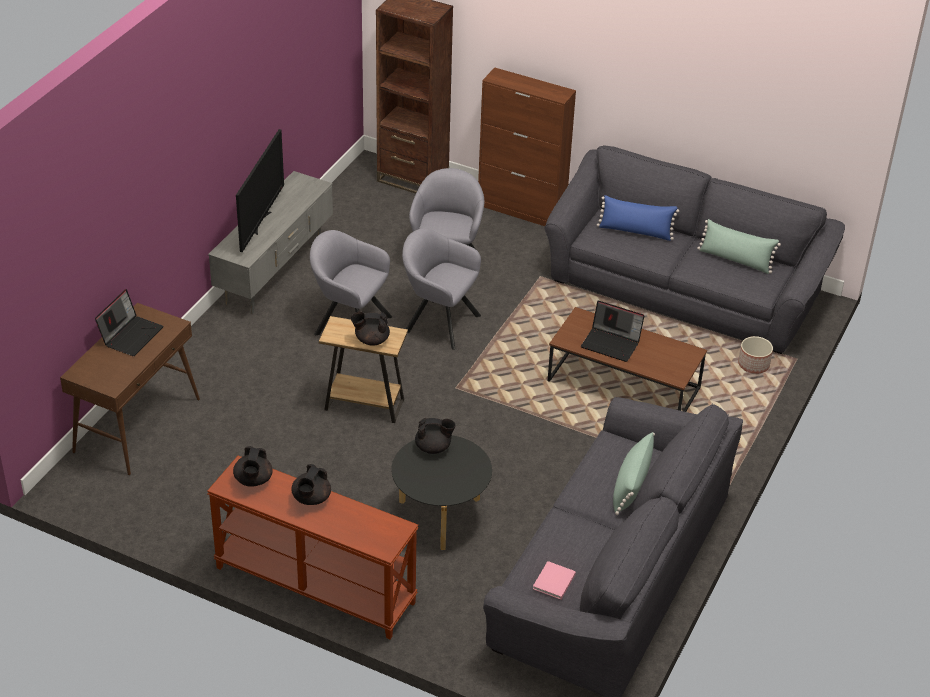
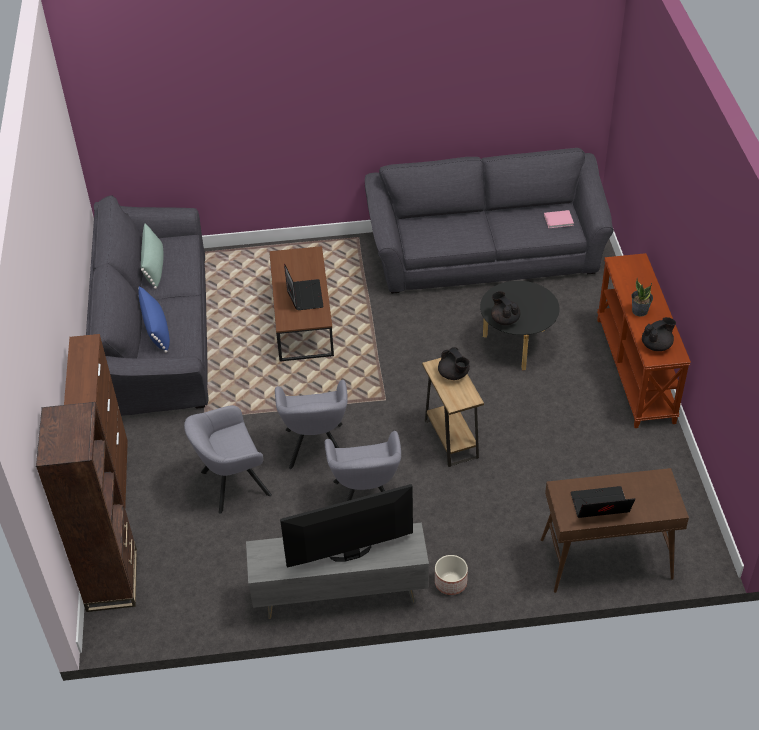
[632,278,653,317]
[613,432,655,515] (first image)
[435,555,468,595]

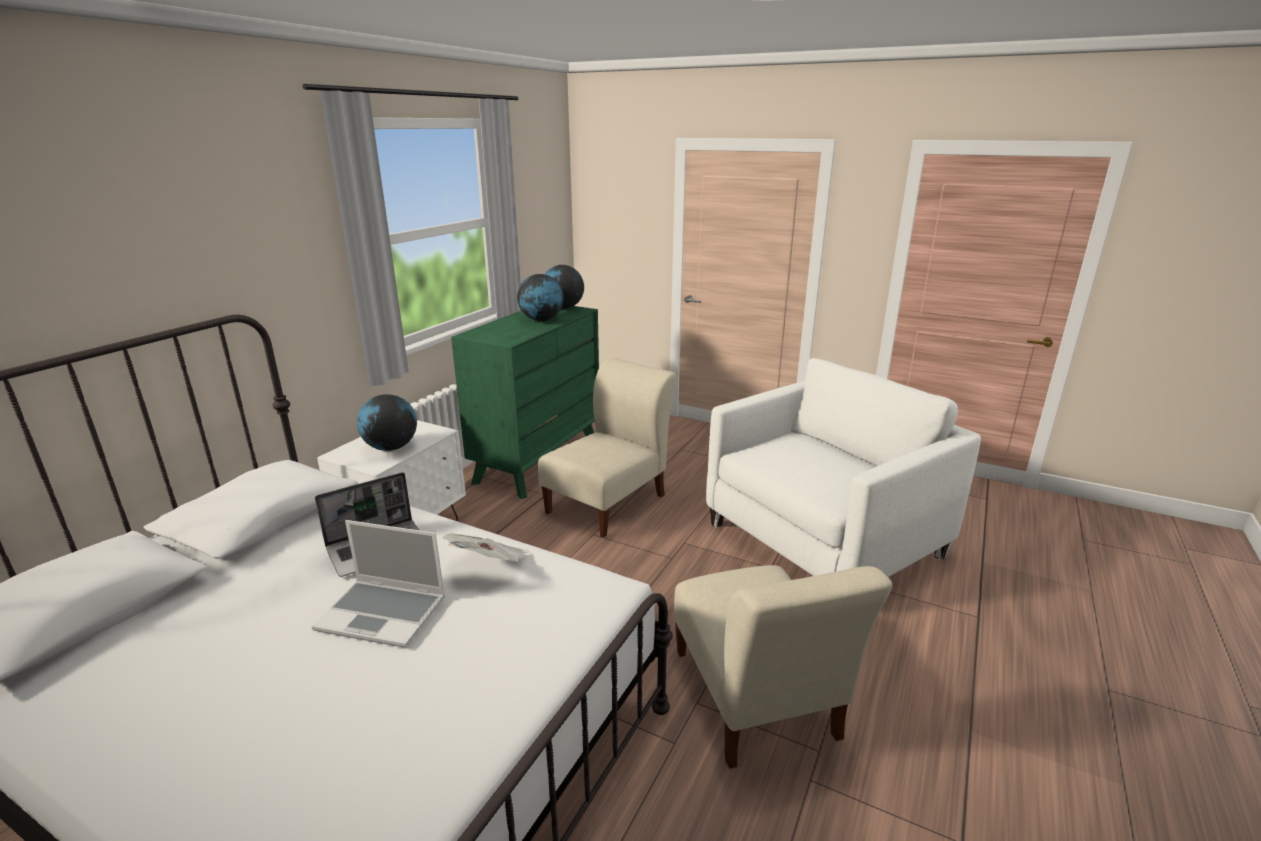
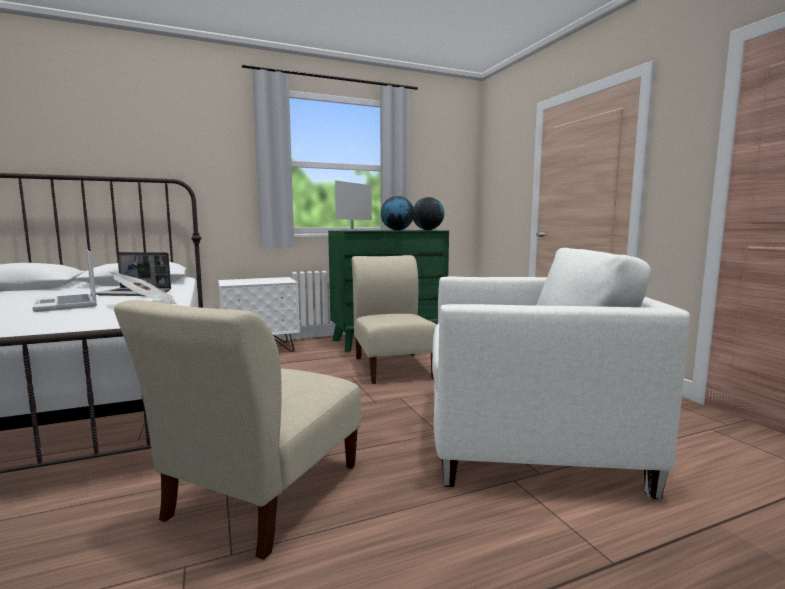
[357,394,417,451] (first image)
[352,255,437,384]
[335,181,372,231]

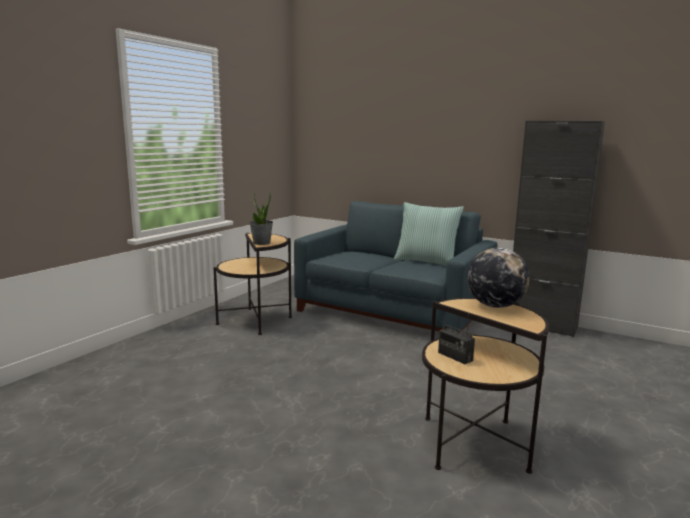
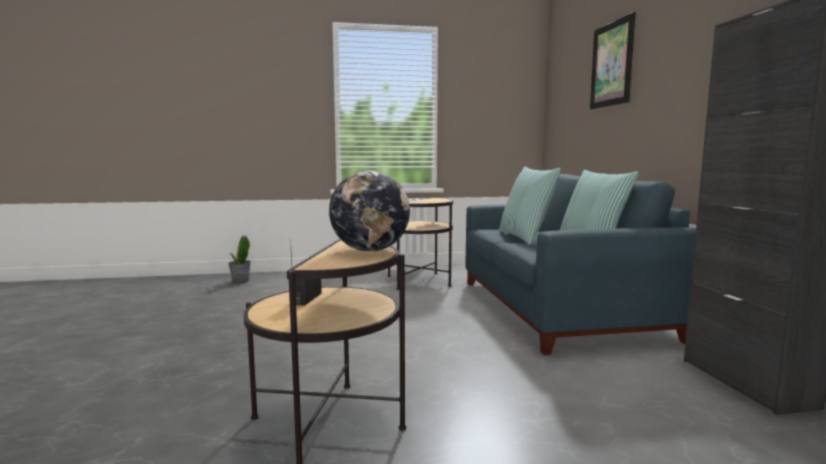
[228,235,251,283]
[499,167,561,245]
[590,12,636,109]

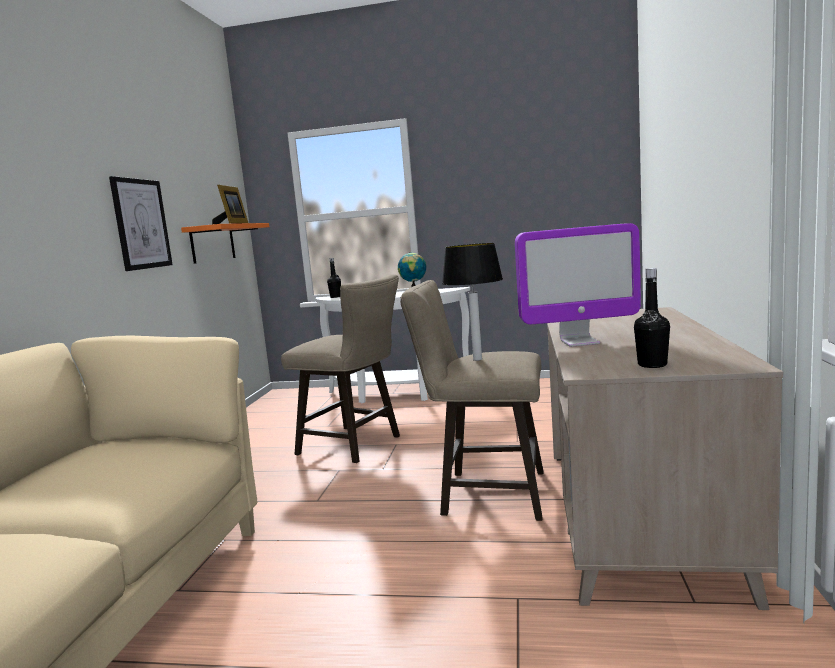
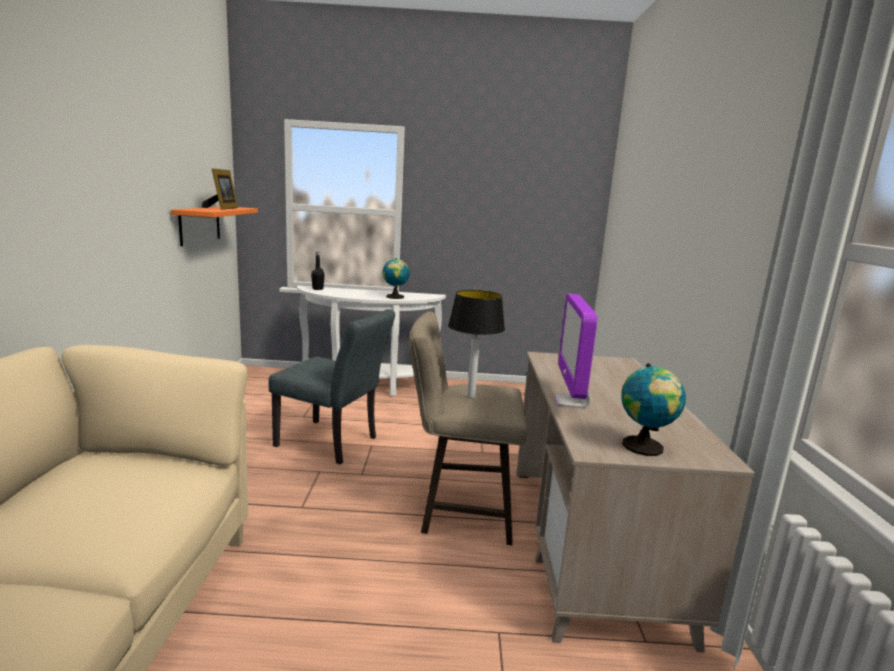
[109,176,173,271] (first image)
[269,309,395,464]
[554,294,597,408]
[621,363,686,456]

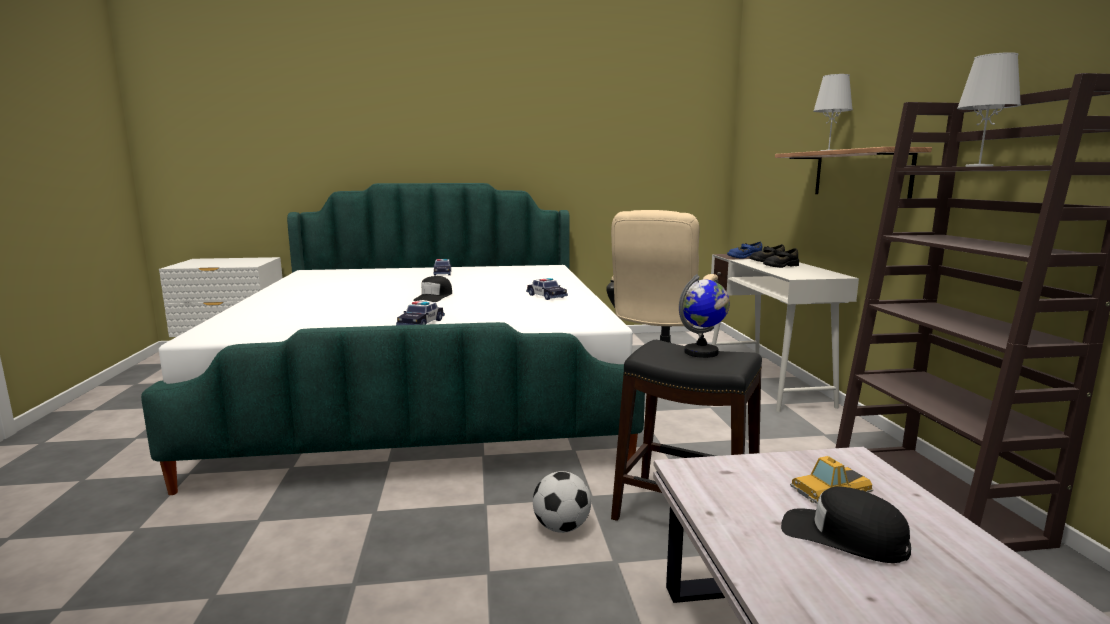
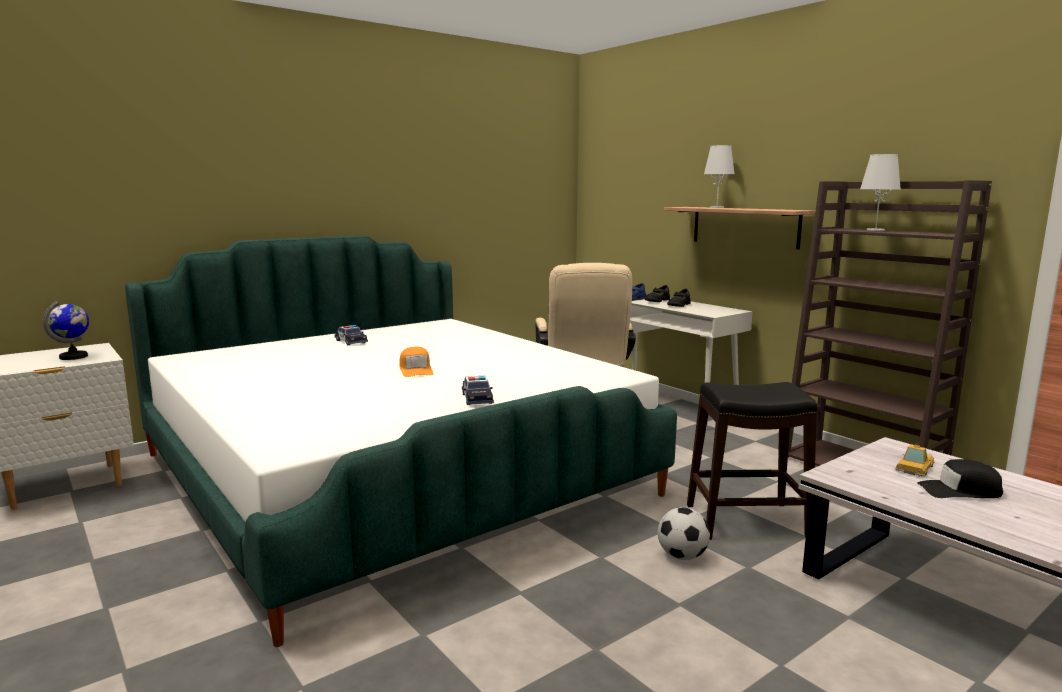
[399,347,434,377]
[526,278,568,300] (first image)
[43,301,89,360]

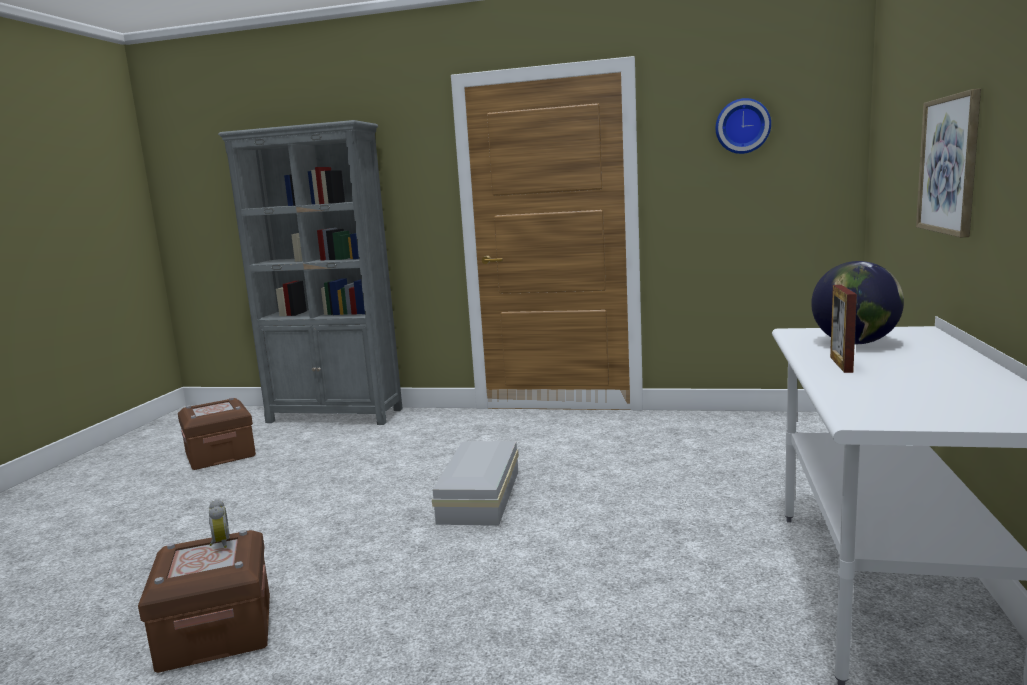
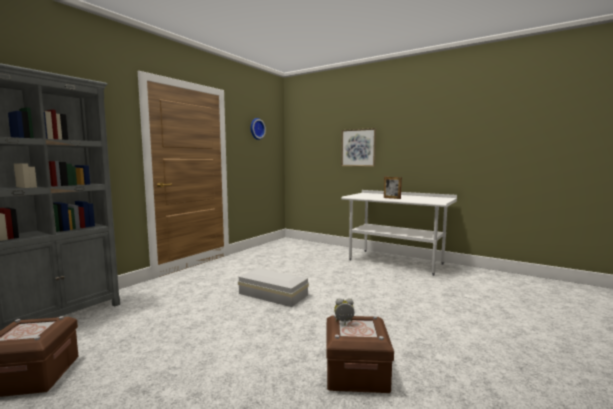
[811,261,904,344] (first image)

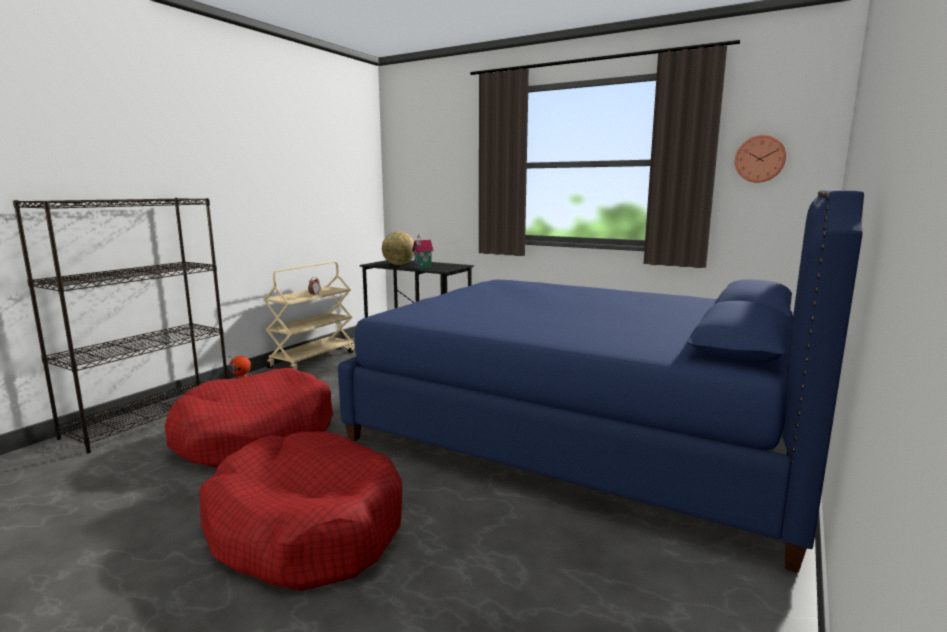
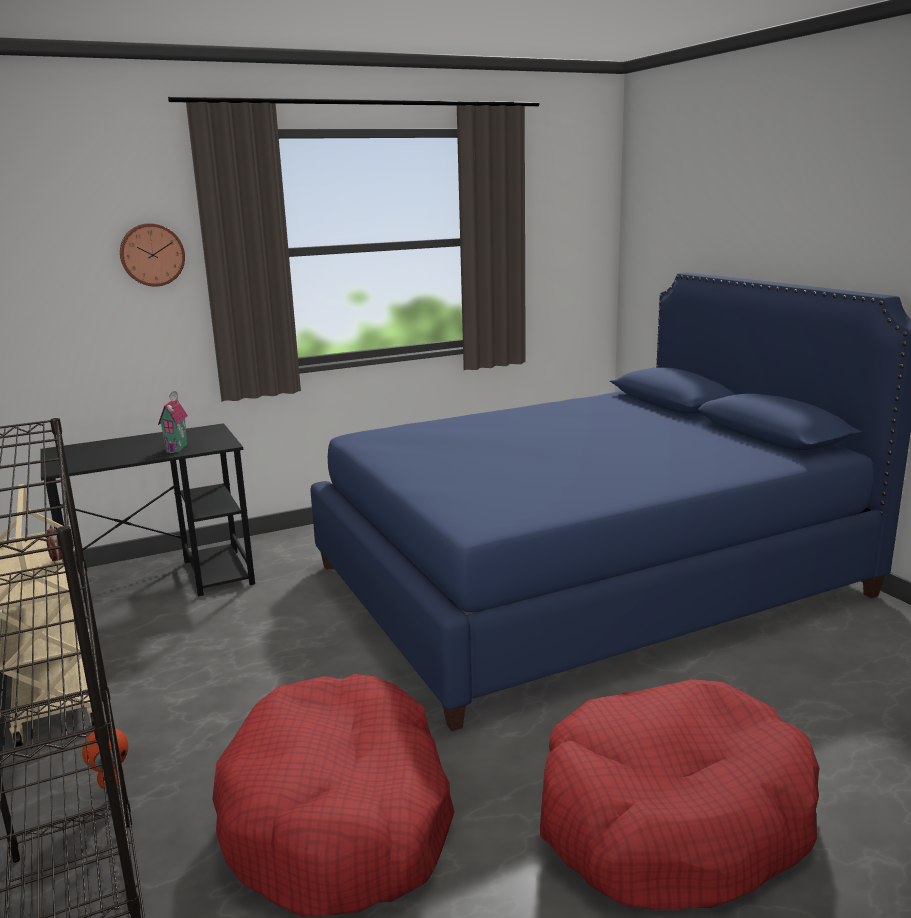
[382,231,414,265] (first image)
[120,223,185,287]

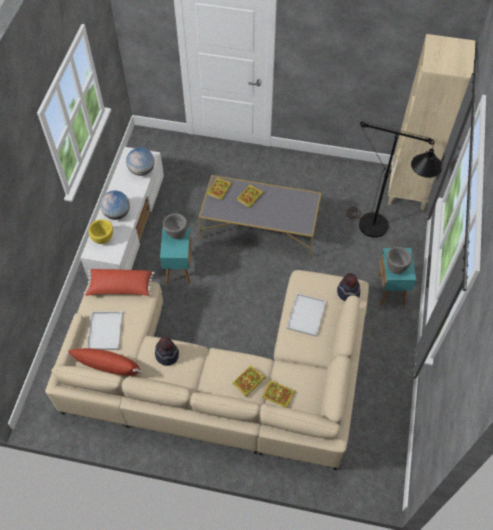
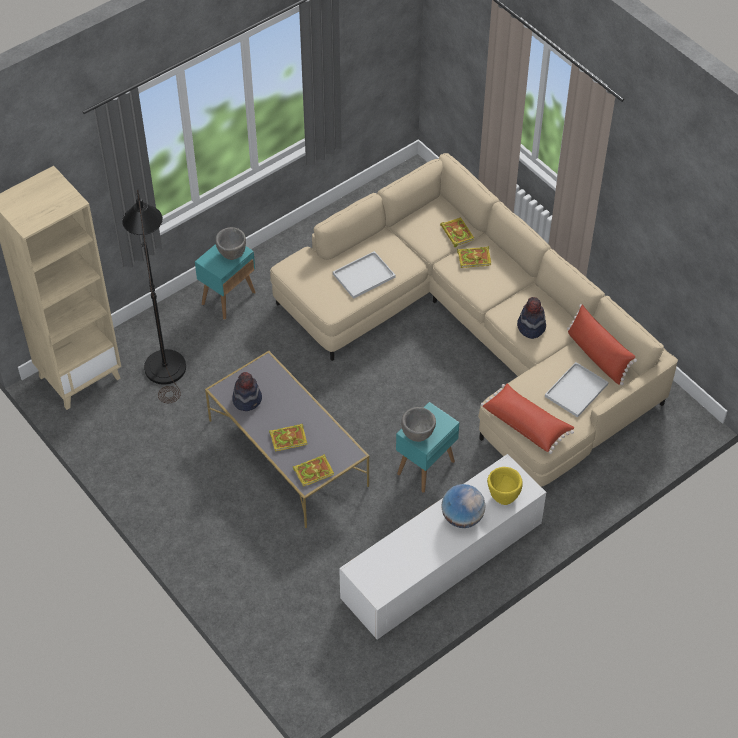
[126,147,154,176] (first image)
[232,372,262,411]

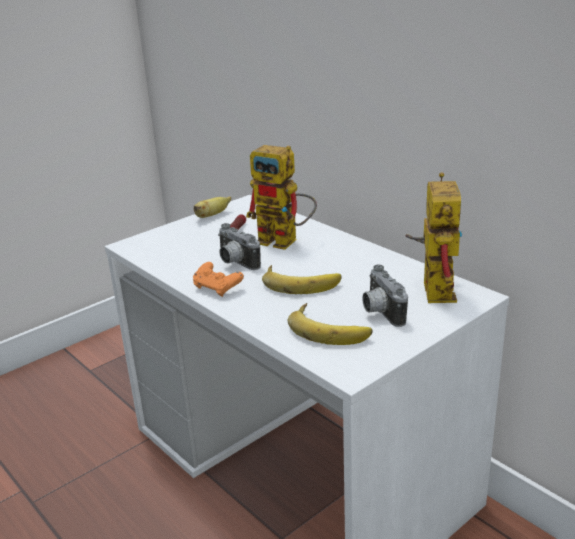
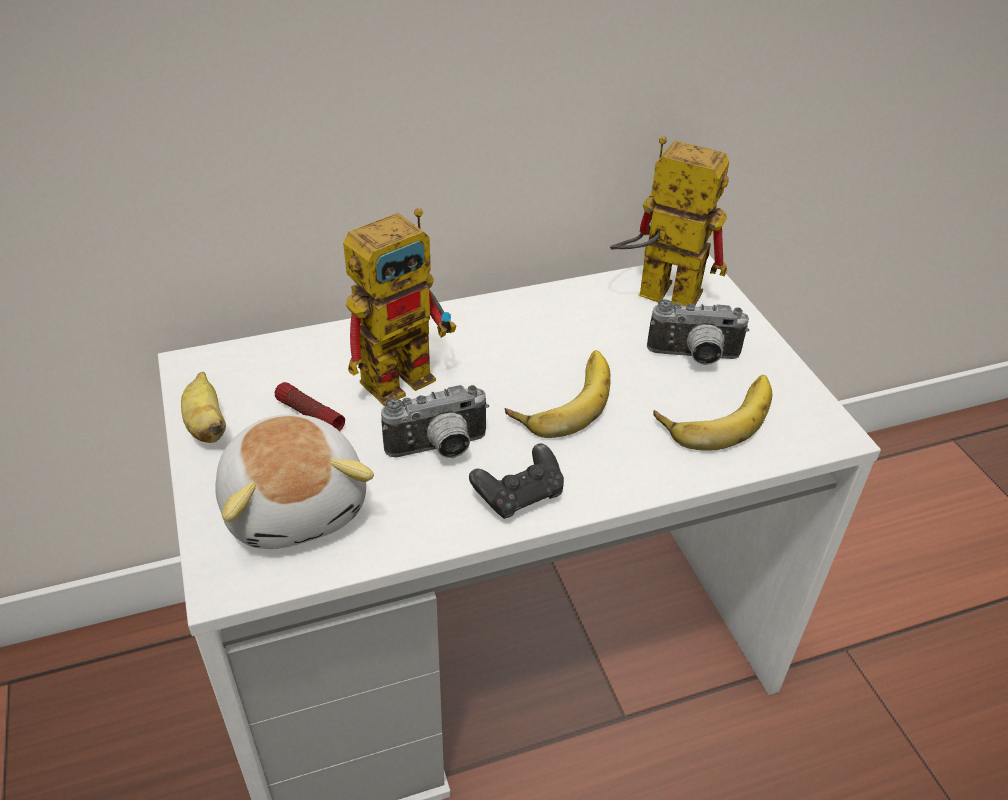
[469,443,564,519]
[215,414,374,549]

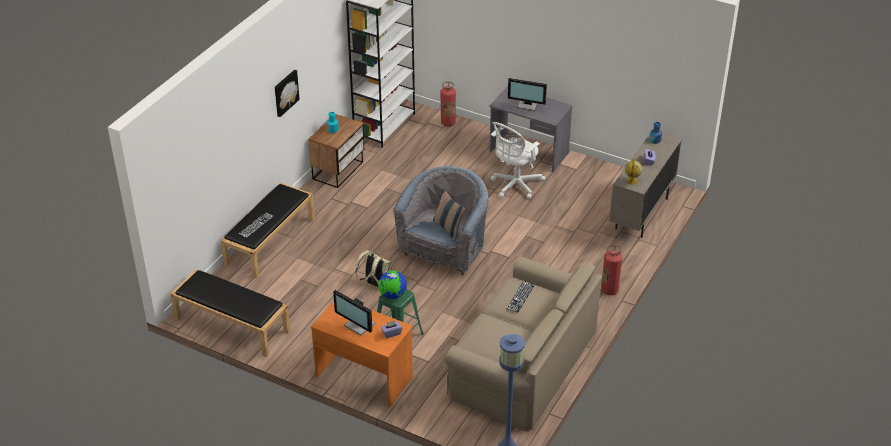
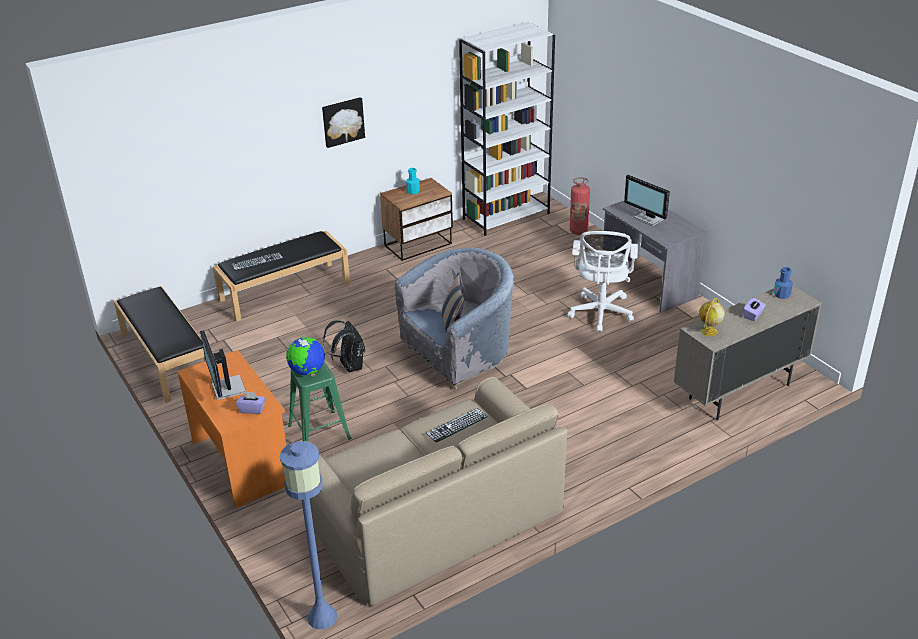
[323,321,365,373]
[568,231,638,332]
[601,245,622,295] (first image)

